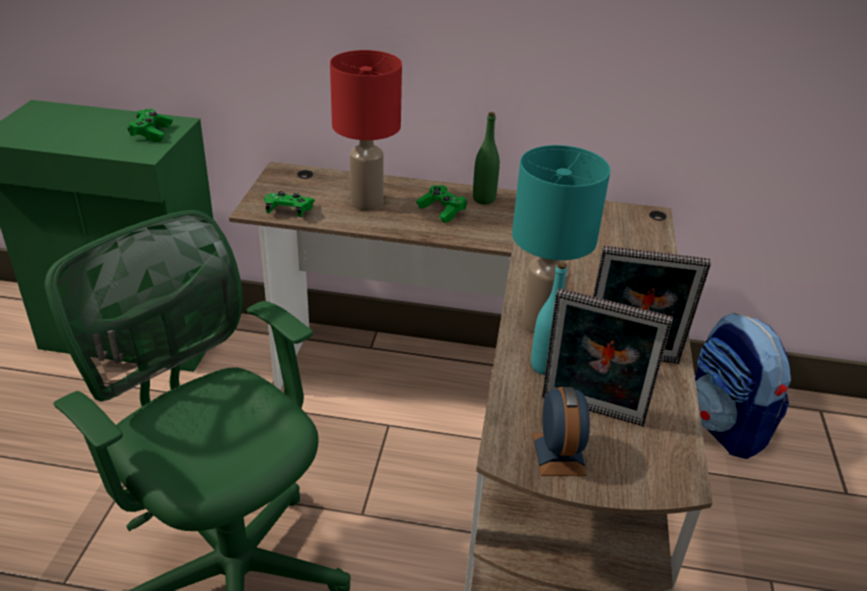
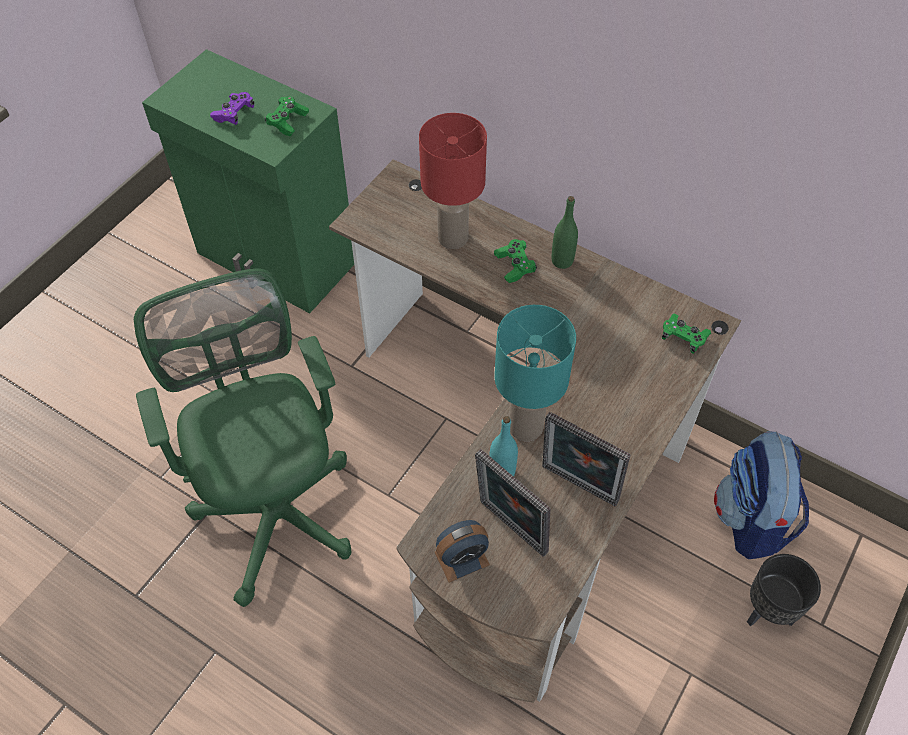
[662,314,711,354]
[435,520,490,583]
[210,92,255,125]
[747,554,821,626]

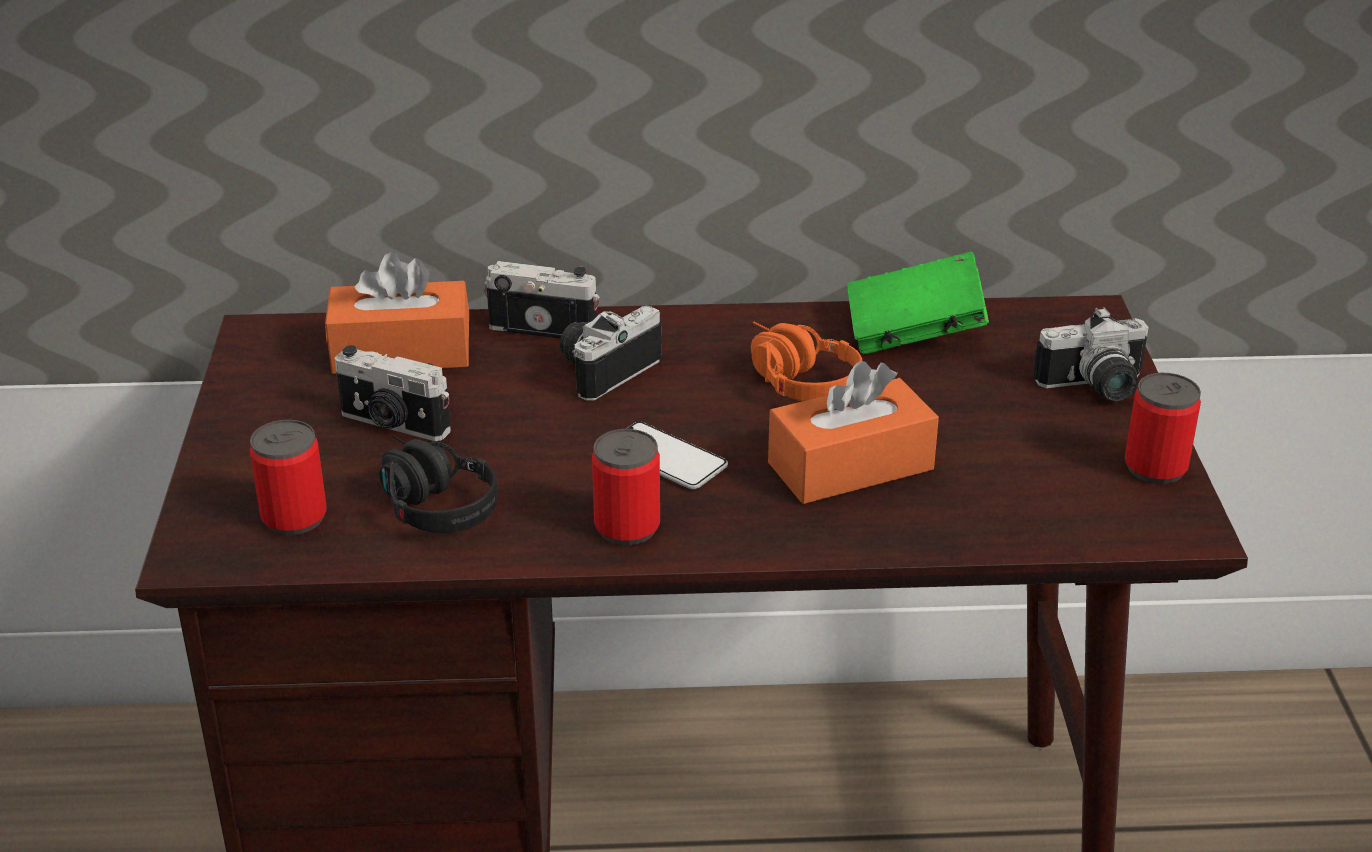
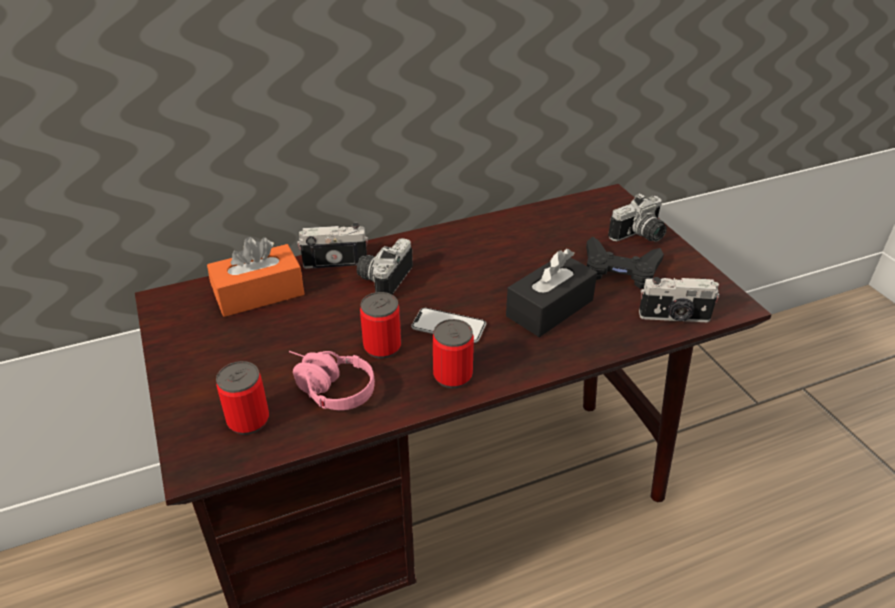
[639,277,720,322]
[289,351,375,410]
[751,321,862,401] (first image)
[506,249,597,337]
[847,252,989,354] (first image)
[360,292,401,359]
[586,236,664,289]

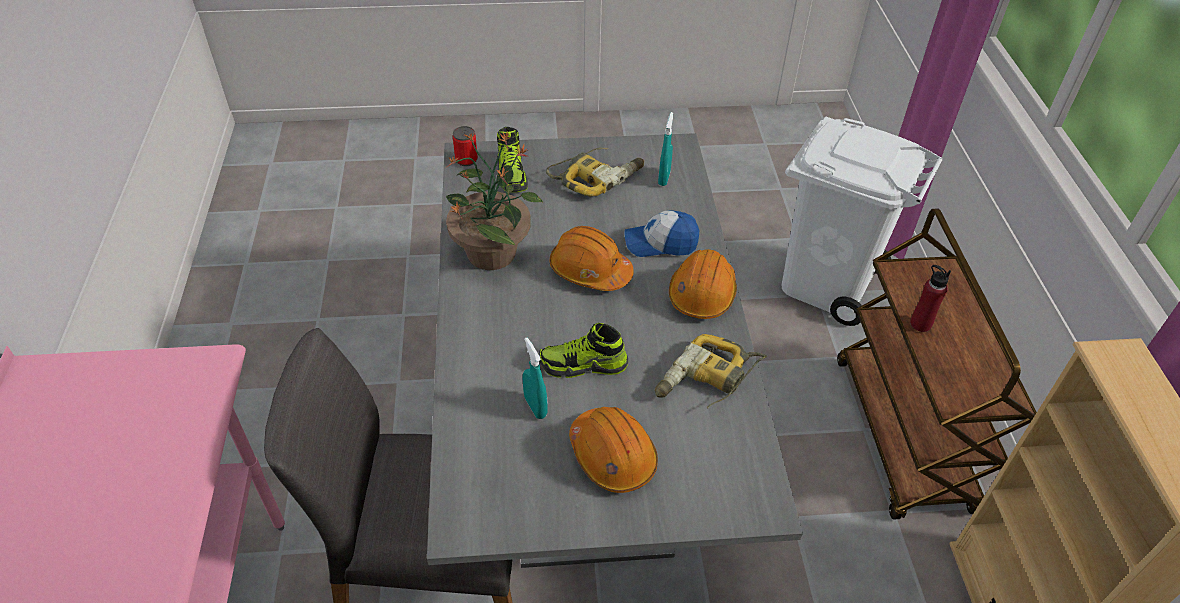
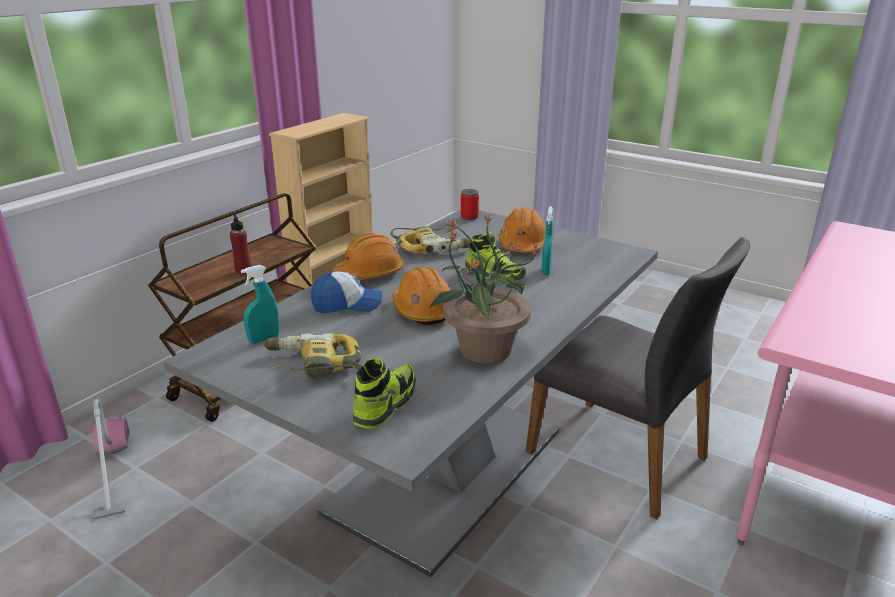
[461,189,479,220]
[311,271,382,313]
[92,399,129,520]

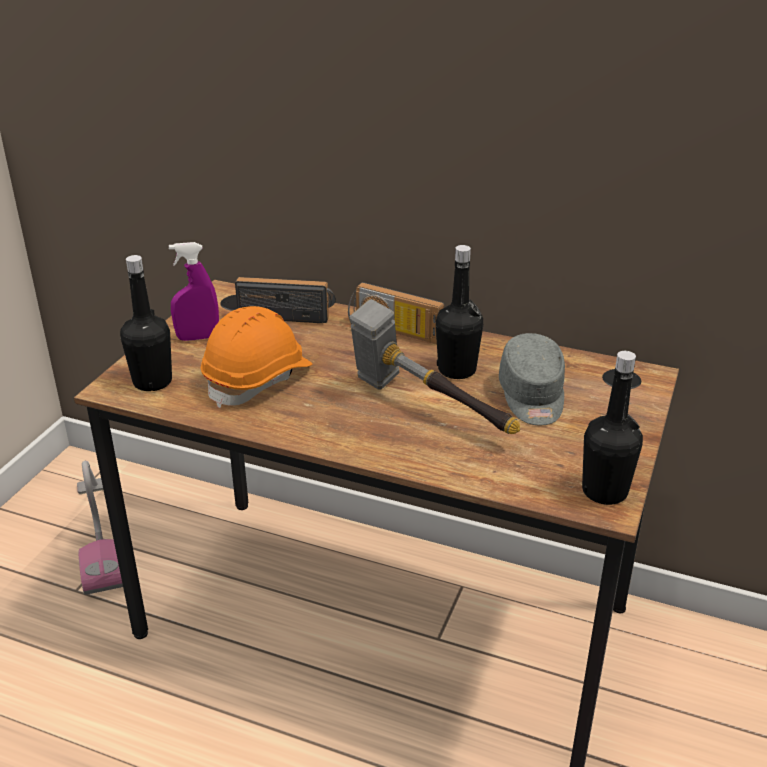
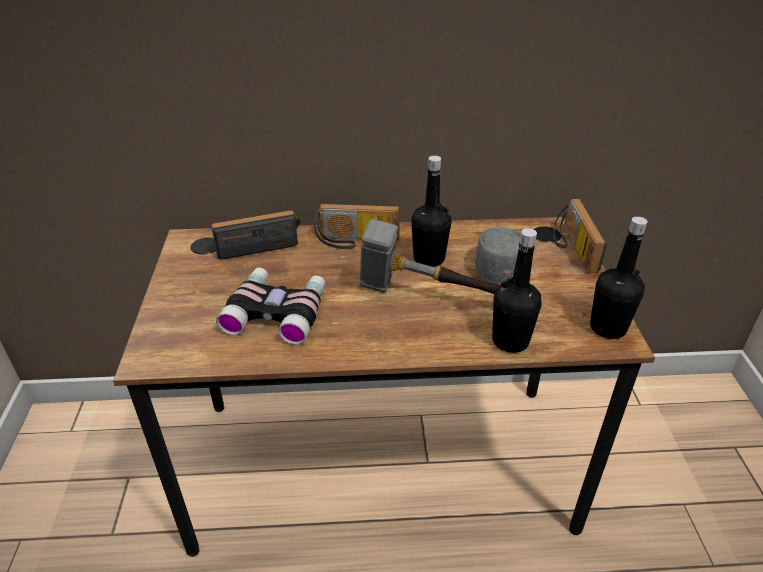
[77,461,123,595] (first image)
[492,228,542,353]
[169,242,219,341] (first image)
[216,267,326,345]
[475,227,521,284]
[553,199,607,273]

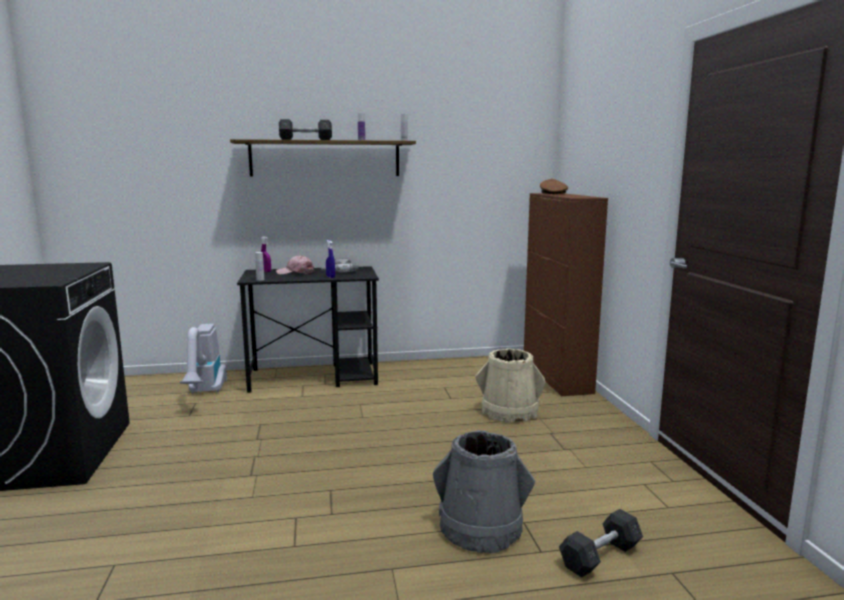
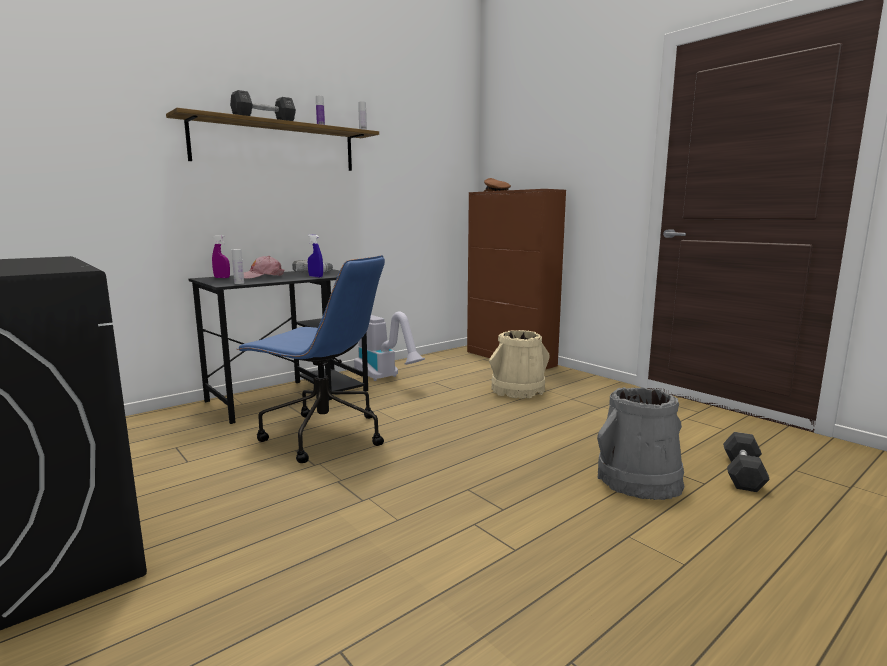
[354,311,425,381]
[236,255,385,463]

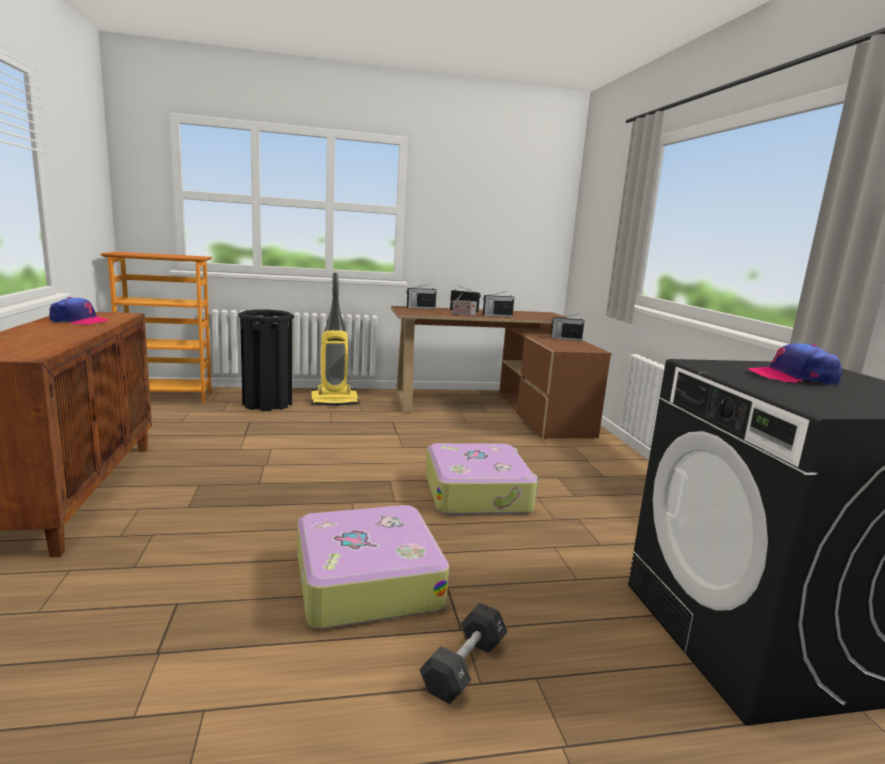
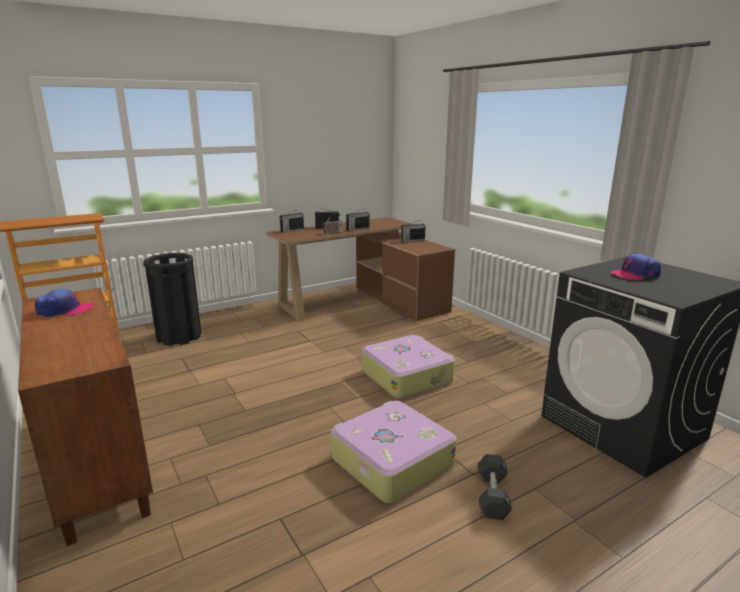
[311,273,359,406] (first image)

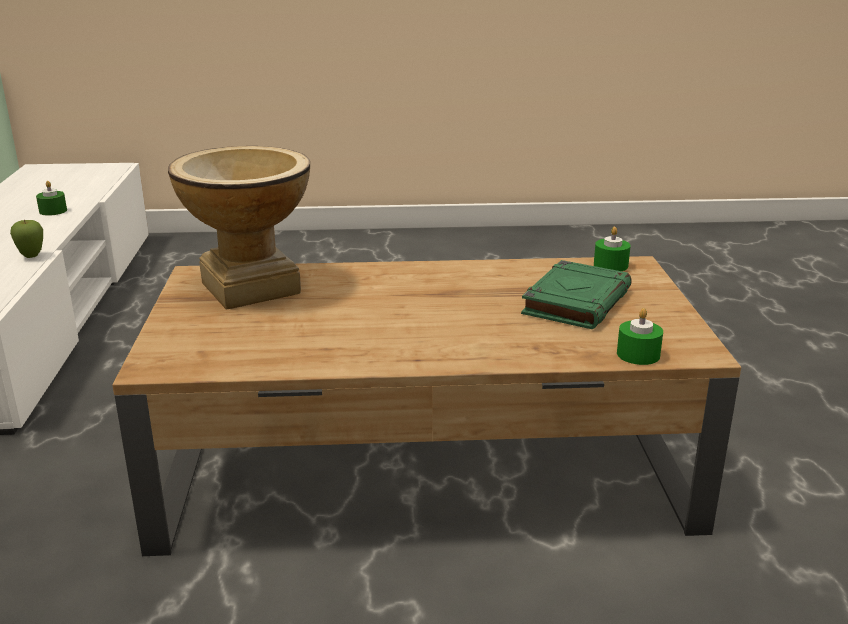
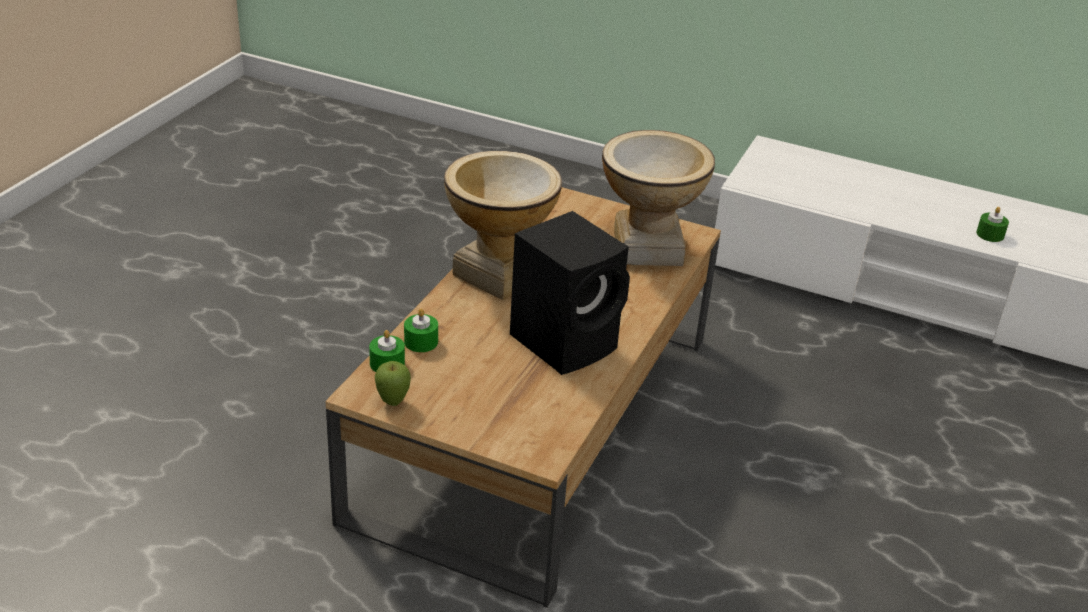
[375,361,411,406]
[521,260,632,329] (first image)
[404,309,438,352]
[444,151,562,300]
[510,211,630,375]

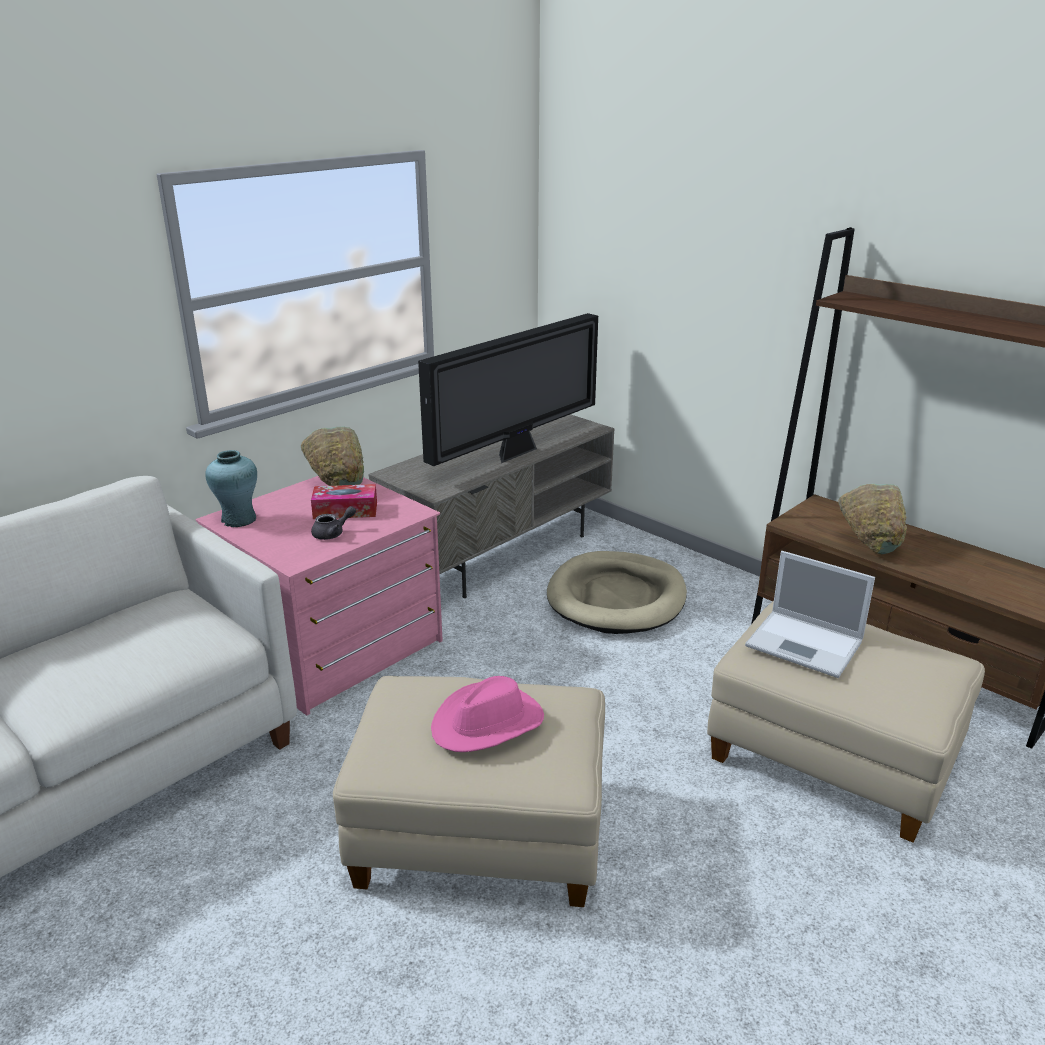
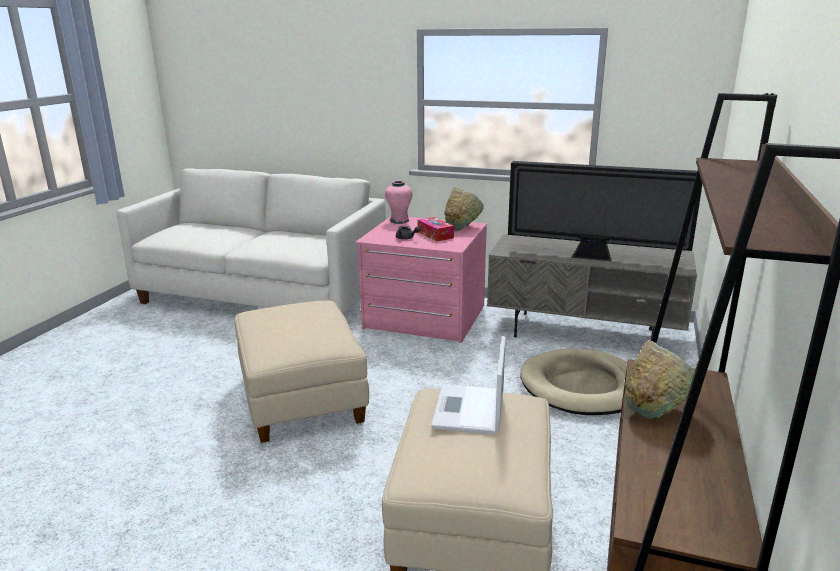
[385,181,412,224]
[431,676,544,752] (first image)

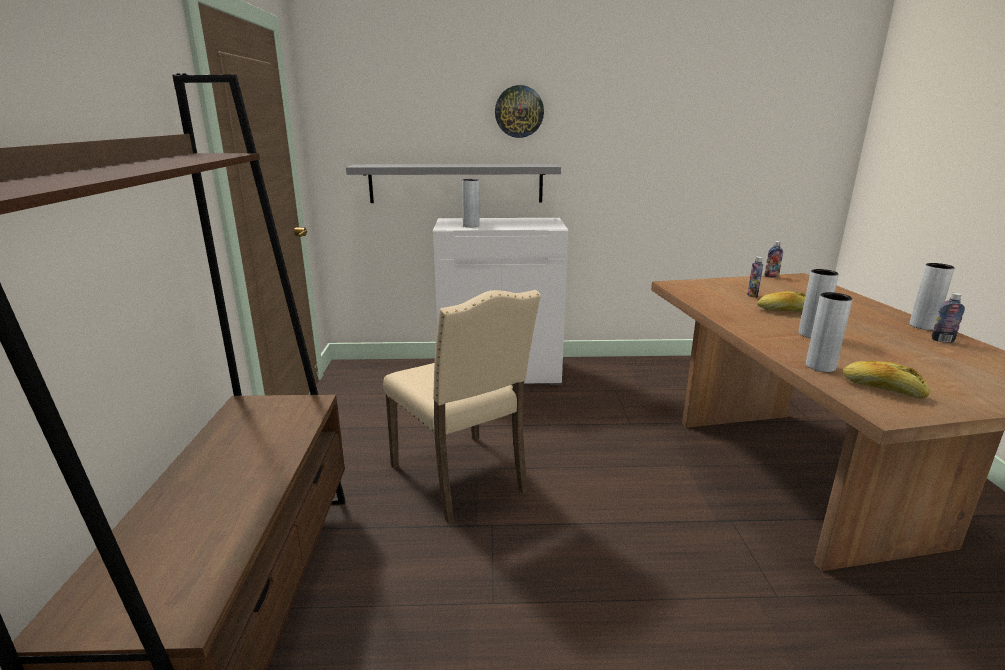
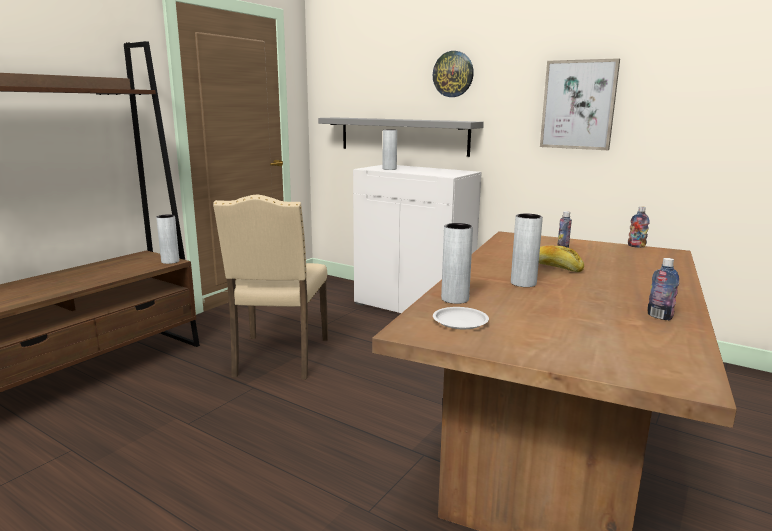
[433,307,489,329]
[156,214,179,264]
[540,58,620,150]

